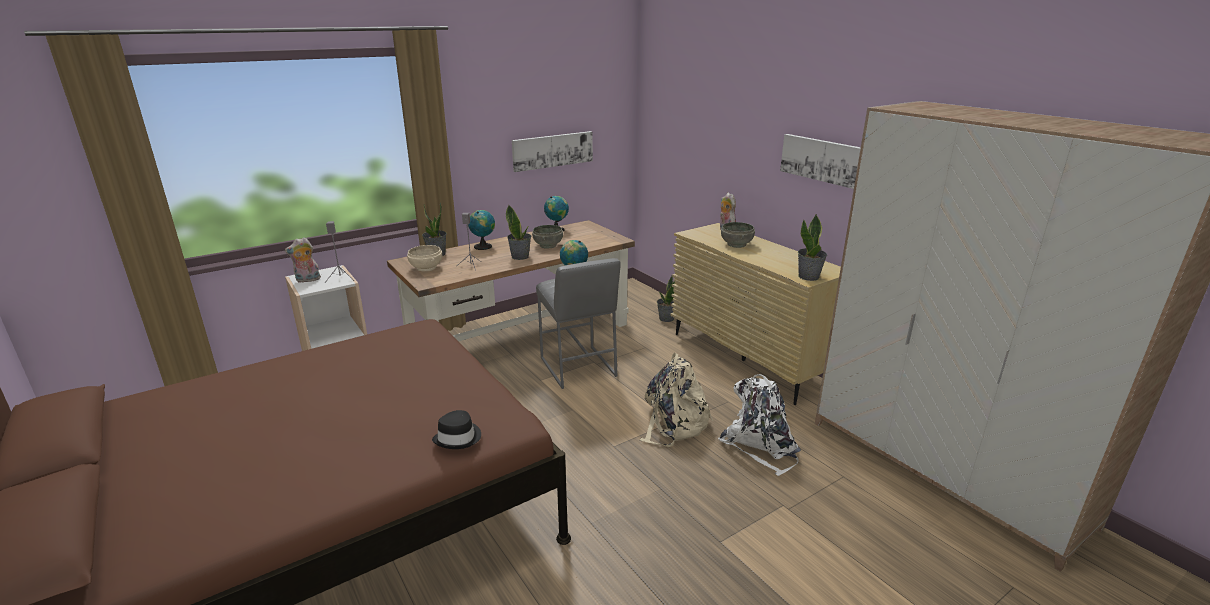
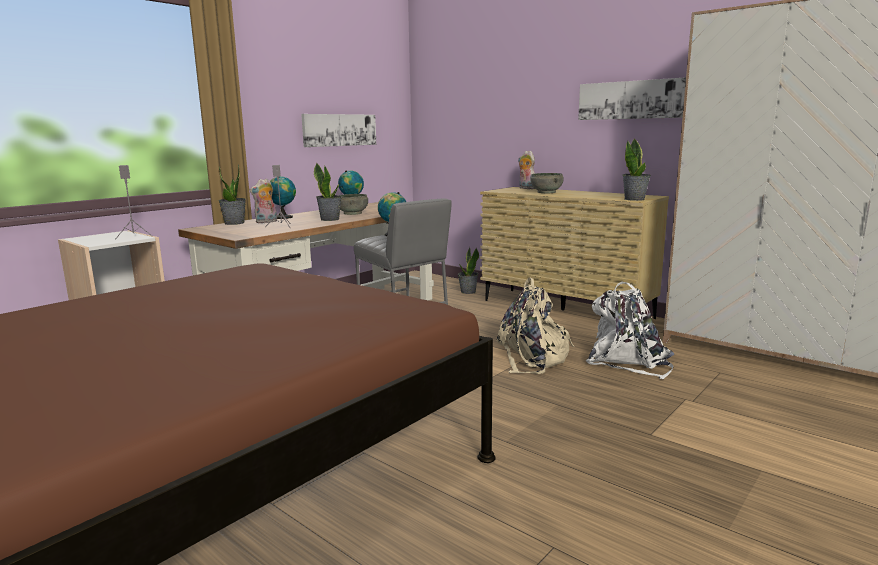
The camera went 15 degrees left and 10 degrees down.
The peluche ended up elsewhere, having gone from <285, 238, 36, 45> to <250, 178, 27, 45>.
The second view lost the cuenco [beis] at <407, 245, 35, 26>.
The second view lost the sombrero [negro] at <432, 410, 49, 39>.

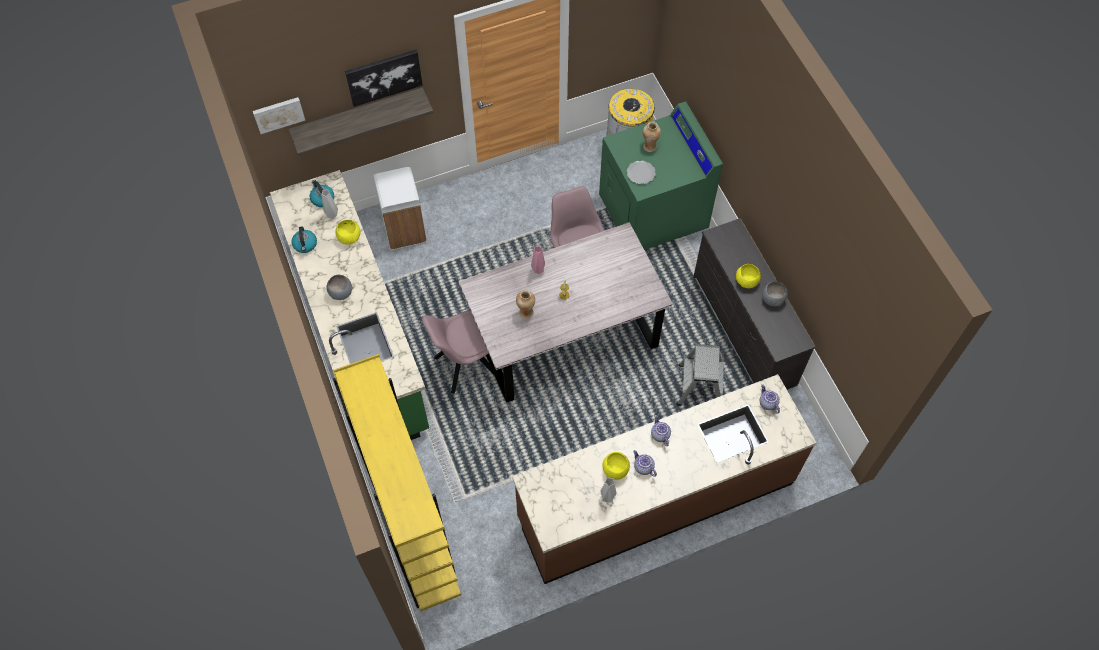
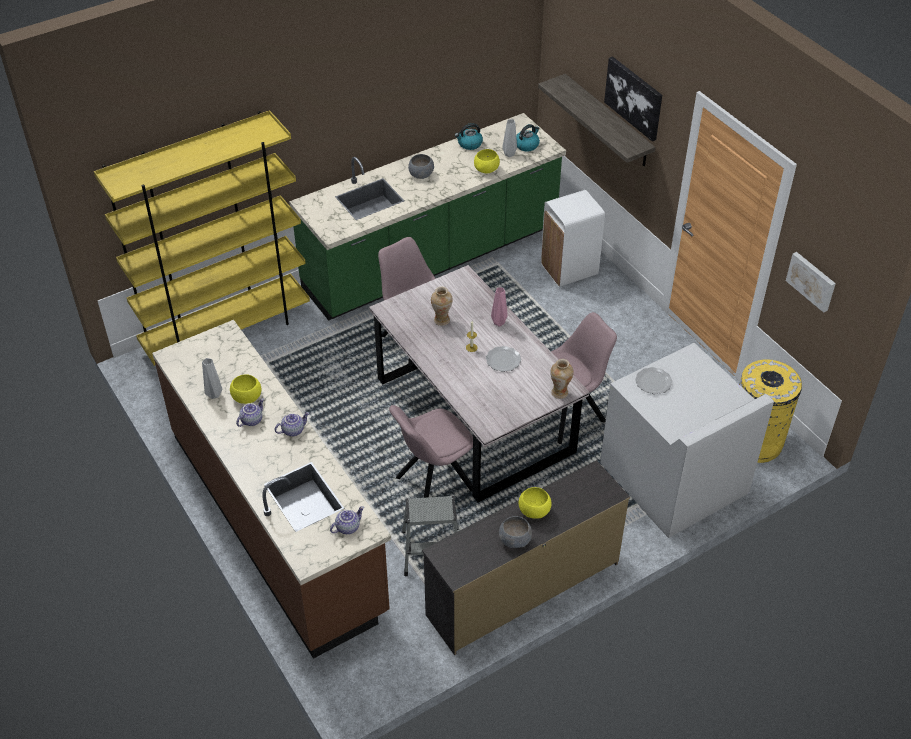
The camera went 80 degrees right and 15 degrees down.
The cuadro ended up elsewhere, having gone from <253, 97, 52, 37> to <786, 252, 50, 61>.
What was the lavadora [verde] at <599, 101, 124, 149> turned into the lavadora [blanco] at <600, 343, 174, 195>.
The florero ended up elsewhere, having gone from <643, 121, 18, 31> to <550, 359, 24, 40>.
The second view gained the plato at <486, 346, 35, 26>.
The second view gained the silla [rosa] at <389, 405, 84, 93>.

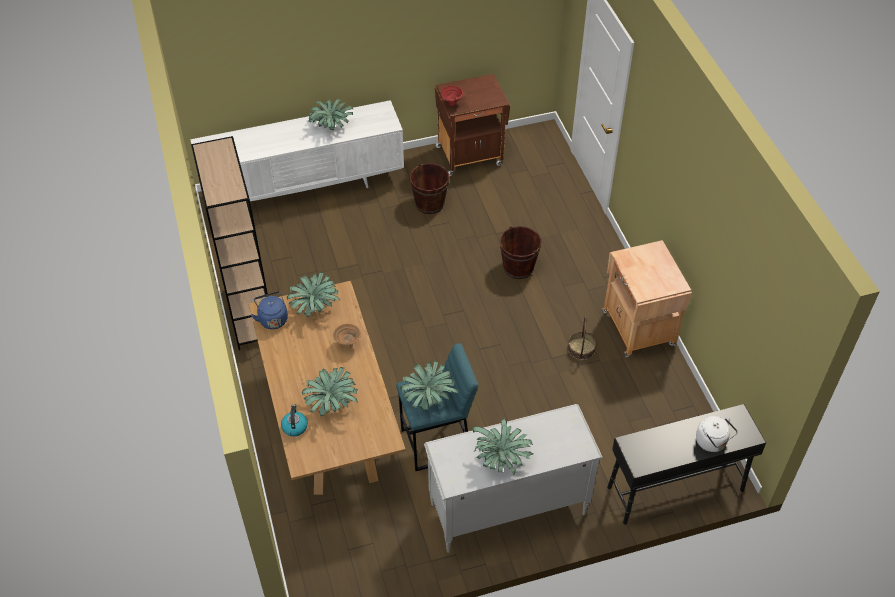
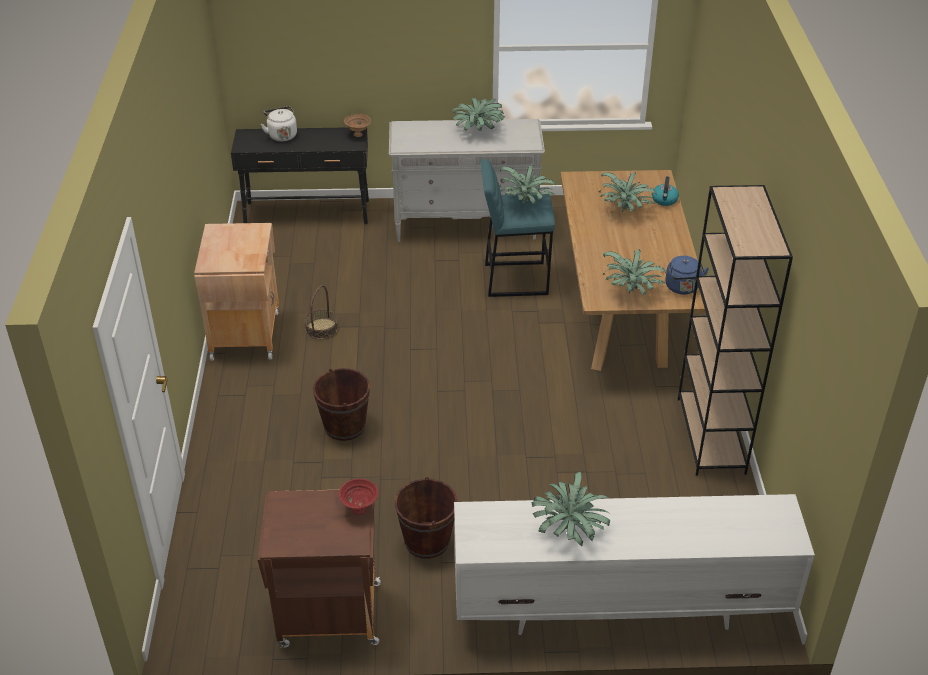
The camera went 165 degrees left and 10 degrees down.
The cuenco [marrón] ended up elsewhere, having gone from <333, 324, 28, 24> to <344, 114, 27, 23>.

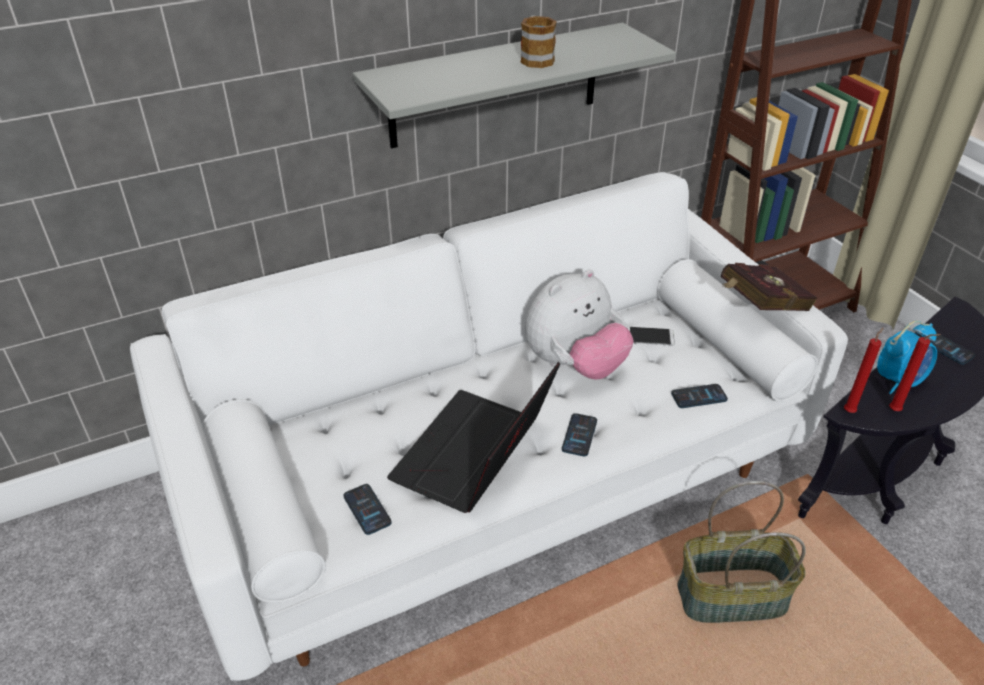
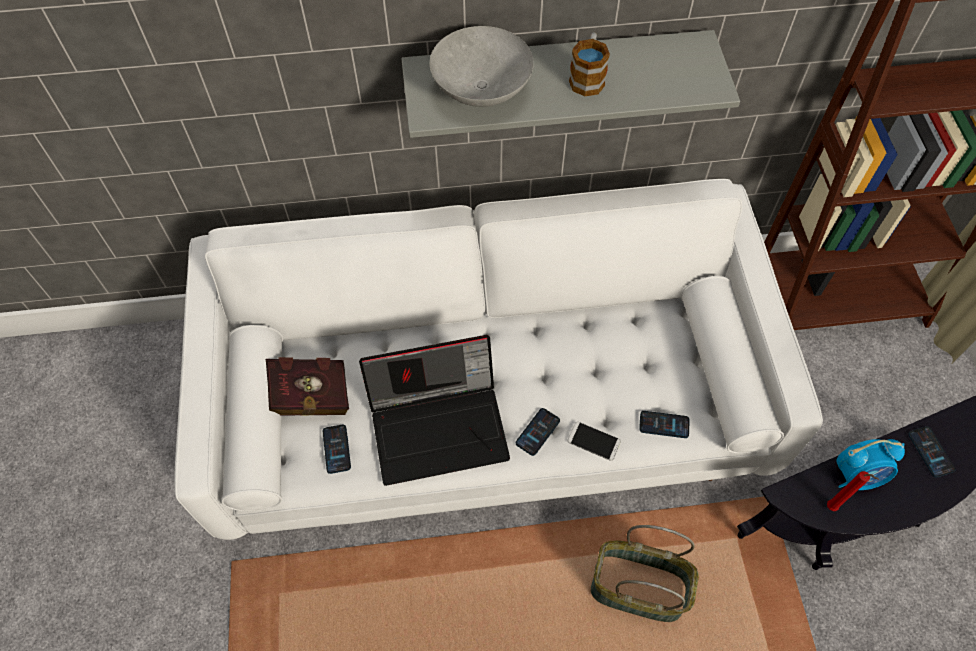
The camera went 20 degrees right and 20 degrees up.
The libro [rojo] ended up elsewhere, having gone from <720, 263, 98, 48> to <266, 357, 83, 59>.
The second view lost the peluche at <525, 269, 109, 111>.
The móvil ended up elsewhere, having gone from <628, 327, 47, 19> to <568, 422, 53, 39>.
The second view lost the vela [rojo] at <844, 328, 39, 85>.
The portátil at <387, 362, 173, 151> ended up facing another way, 150 degrees counterclockwise from before.
The second view gained the cuenco [gris] at <429, 26, 105, 81>.

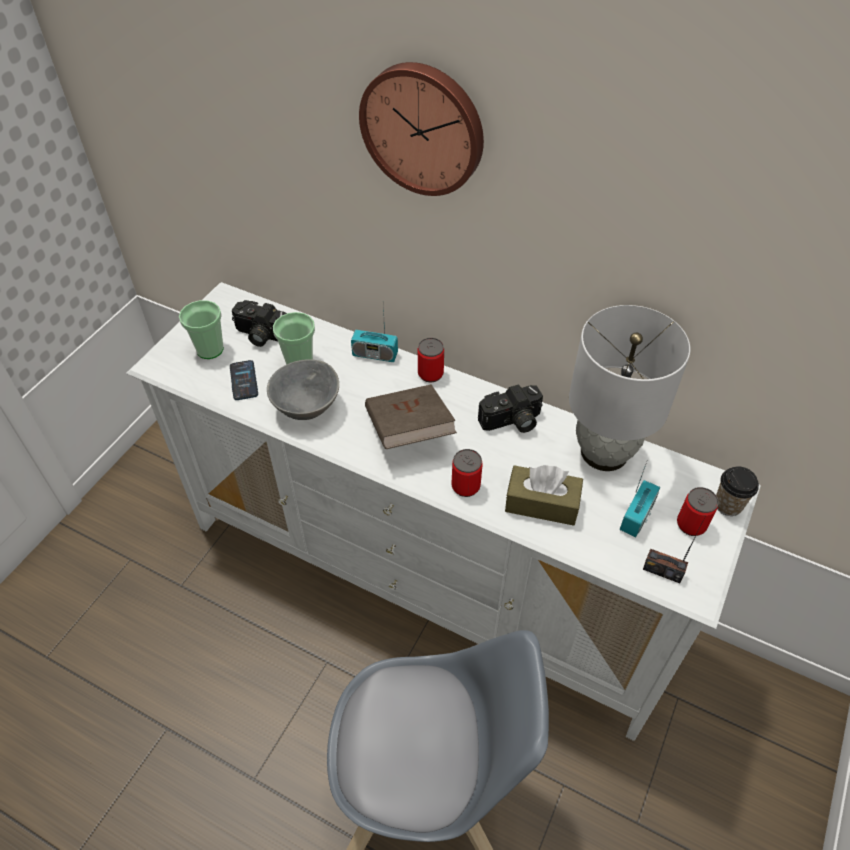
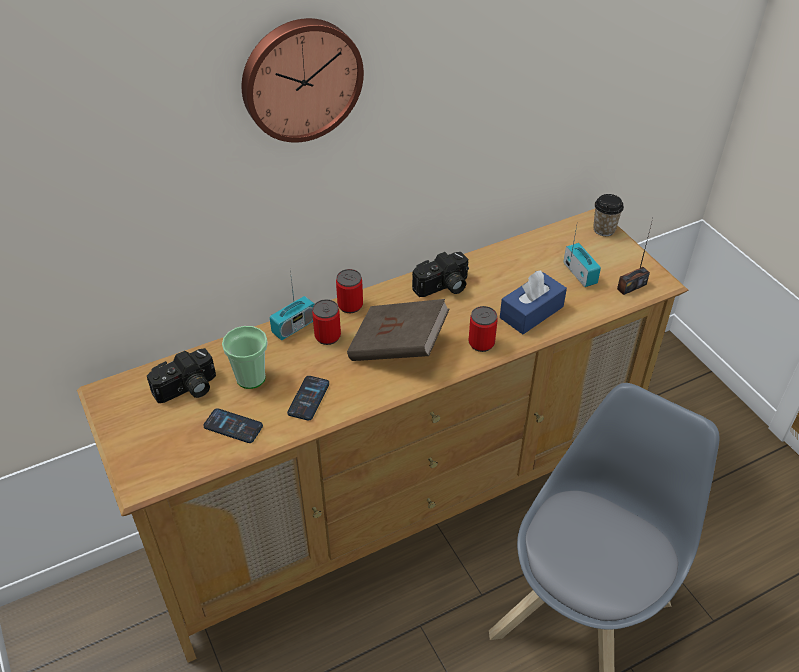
The camera went 55 degrees left and 5 degrees down.
What was the cómoda [blanco] at <126, 282, 635, 459> turned into the cómoda [marrón] at <77, 209, 611, 453>.
The second view lost the taza at <179, 300, 45, 59>.
The second view lost the lámpara de mesa [blanco] at <569, 305, 121, 166>.
Where the cuenco [gris] stood at <267, 359, 72, 61>, the móvil came to stand at <287, 376, 42, 44>.
The cámara at <478, 385, 65, 48> ended up facing another way, 45 degrees clockwise from before.
What was the caja de pañuelos [marrón] at <505, 465, 78, 61> turned into the caja de pañuelos [azul] at <500, 270, 67, 64>.
The lata ended up elsewhere, having gone from <677, 487, 42, 49> to <312, 299, 29, 46>.

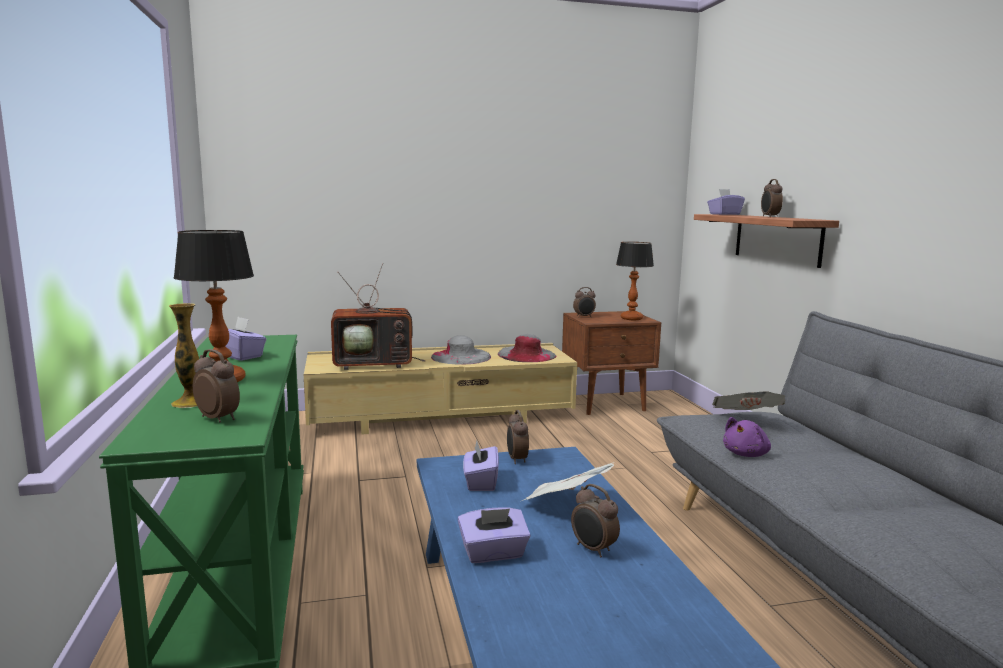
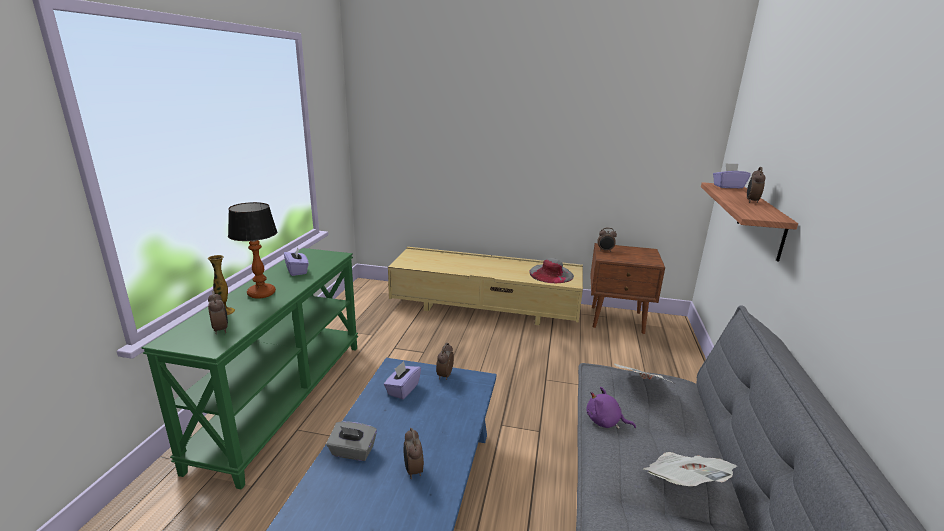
The camera went 25 degrees right and 10 degrees up.
The second view lost the lámpara de mesa at <616, 242, 38, 78>.
The second view lost the televisor at <331, 263, 94, 107>.
The second view lost the sombrero [gris] at <431, 335, 60, 29>.
The peluche [morado] at <723, 417, 48, 40> ended up facing another way, 45 degrees clockwise from before.
The periódico ended up elsewhere, having gone from <522, 462, 92, 39> to <644, 452, 93, 34>.
What was the caja de pañuelos [morado] at <458, 507, 72, 56> turned into the caja de pañuelos [gris] at <326, 421, 51, 40>.

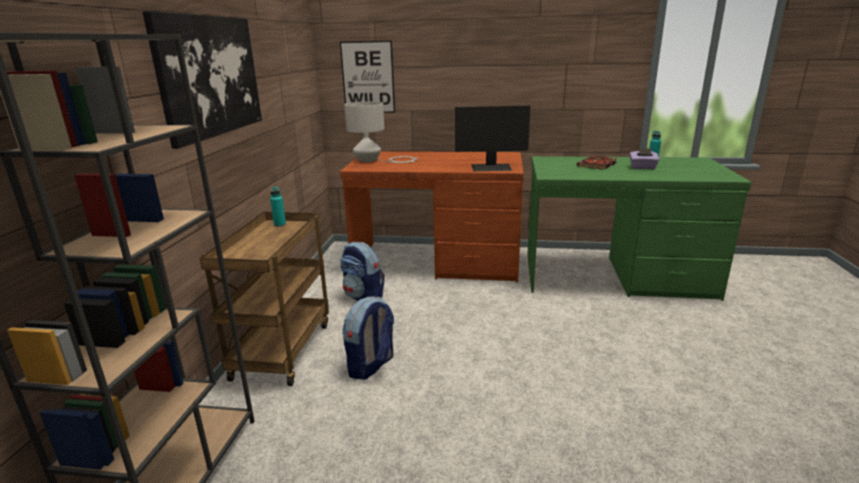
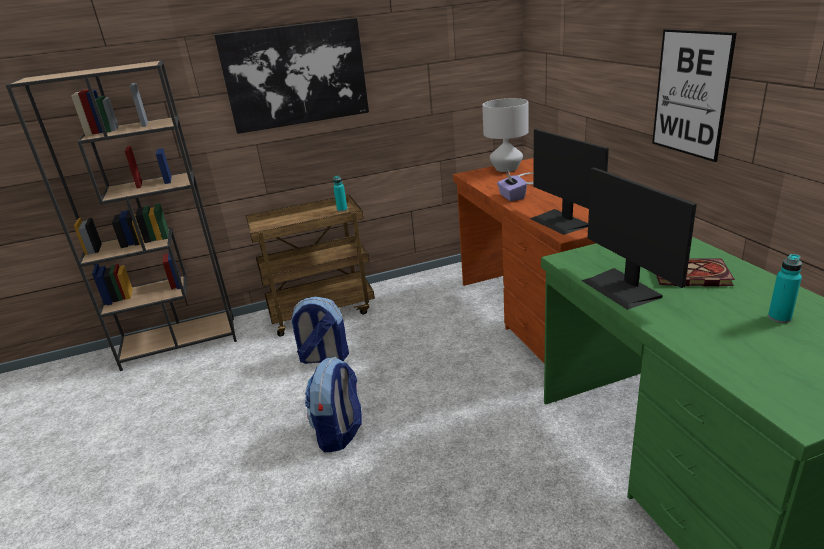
The camera went 65 degrees right and 5 degrees up.
The cuadro ended up elsewhere, having gone from <340, 41, 55, 72> to <652, 29, 85, 133>.
The caja de pañuelos [morado] ended up elsewhere, having gone from <630, 148, 29, 21> to <497, 173, 30, 28>.
The mochila ended up elsewhere, having gone from <340, 242, 44, 59> to <305, 357, 57, 95>.
The second view gained the monitor at <581, 167, 116, 143>.

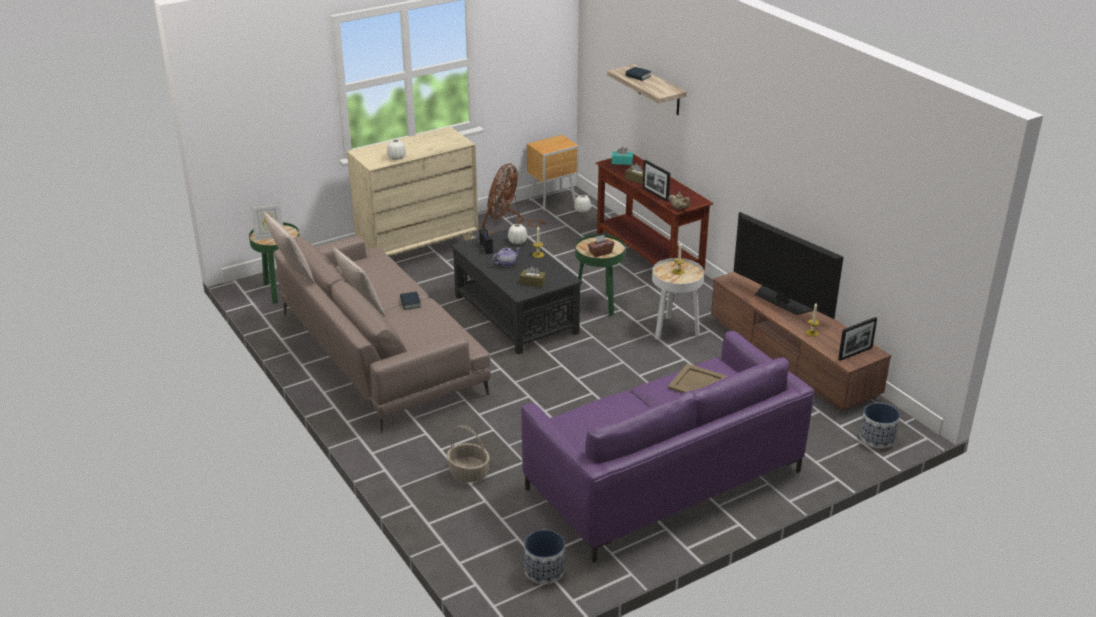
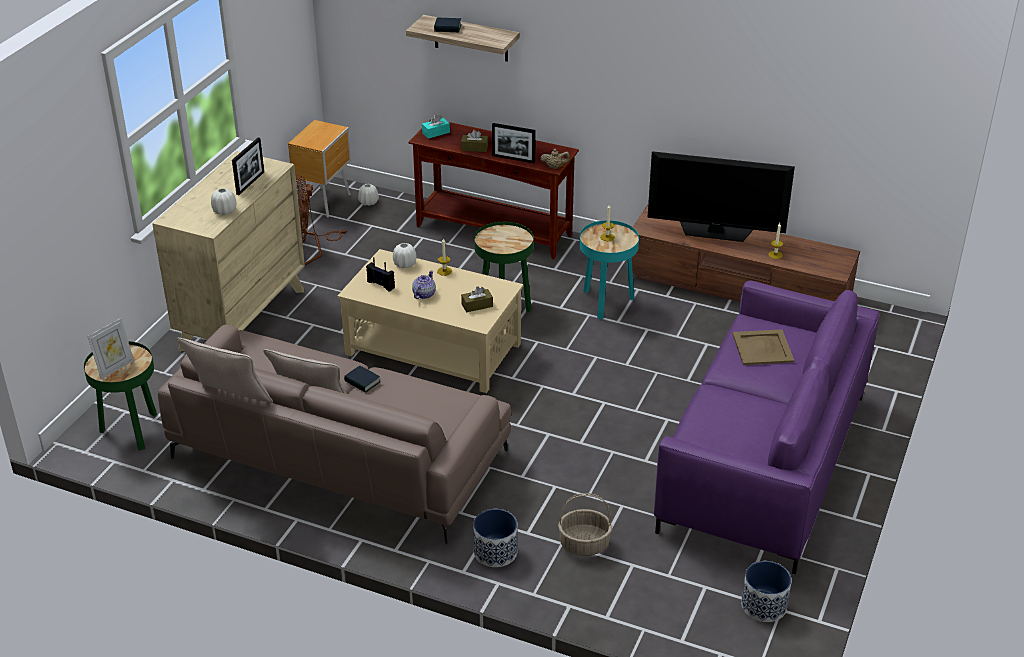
The camera went 35 degrees left and 5 degrees up.
What was the mesa de centro [negro] at <451, 228, 131, 126> turned into the mesa de centro [beis] at <337, 249, 186, 144>.
The second view lost the caja de pañuelos [marrón] at <588, 235, 26, 22>.
What was the mesa auxiliar [blanco] at <652, 258, 52, 82> turned into the mesa auxiliar [turquesa] at <579, 220, 60, 99>.
The portarretratos ended up elsewhere, having gone from <838, 317, 39, 44> to <232, 138, 32, 57>.
The maceta ended up elsewhere, having gone from <860, 403, 40, 45> to <473, 509, 45, 58>.

